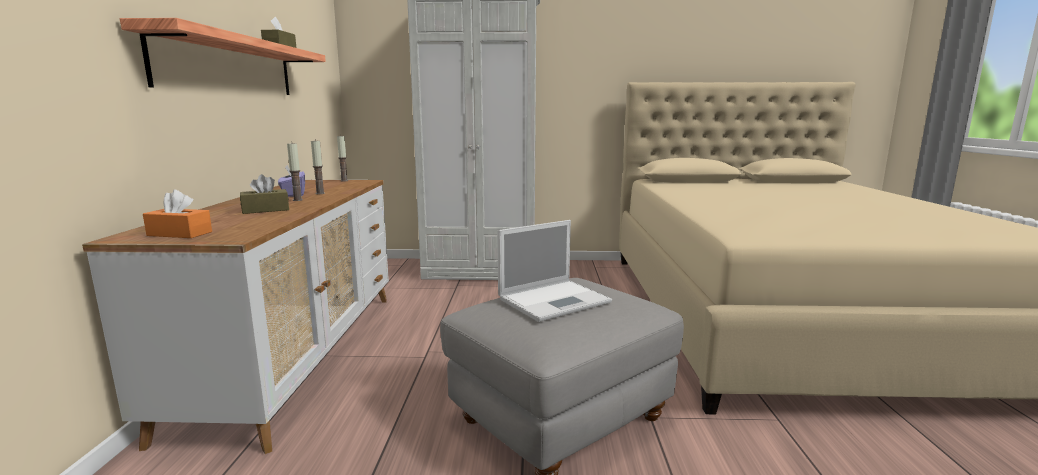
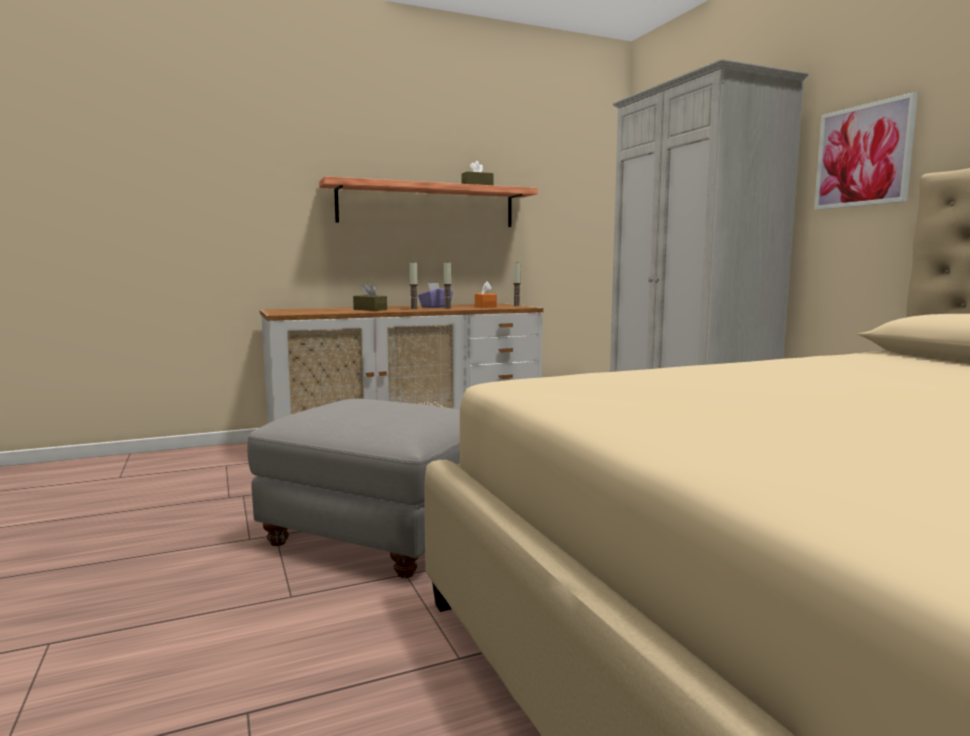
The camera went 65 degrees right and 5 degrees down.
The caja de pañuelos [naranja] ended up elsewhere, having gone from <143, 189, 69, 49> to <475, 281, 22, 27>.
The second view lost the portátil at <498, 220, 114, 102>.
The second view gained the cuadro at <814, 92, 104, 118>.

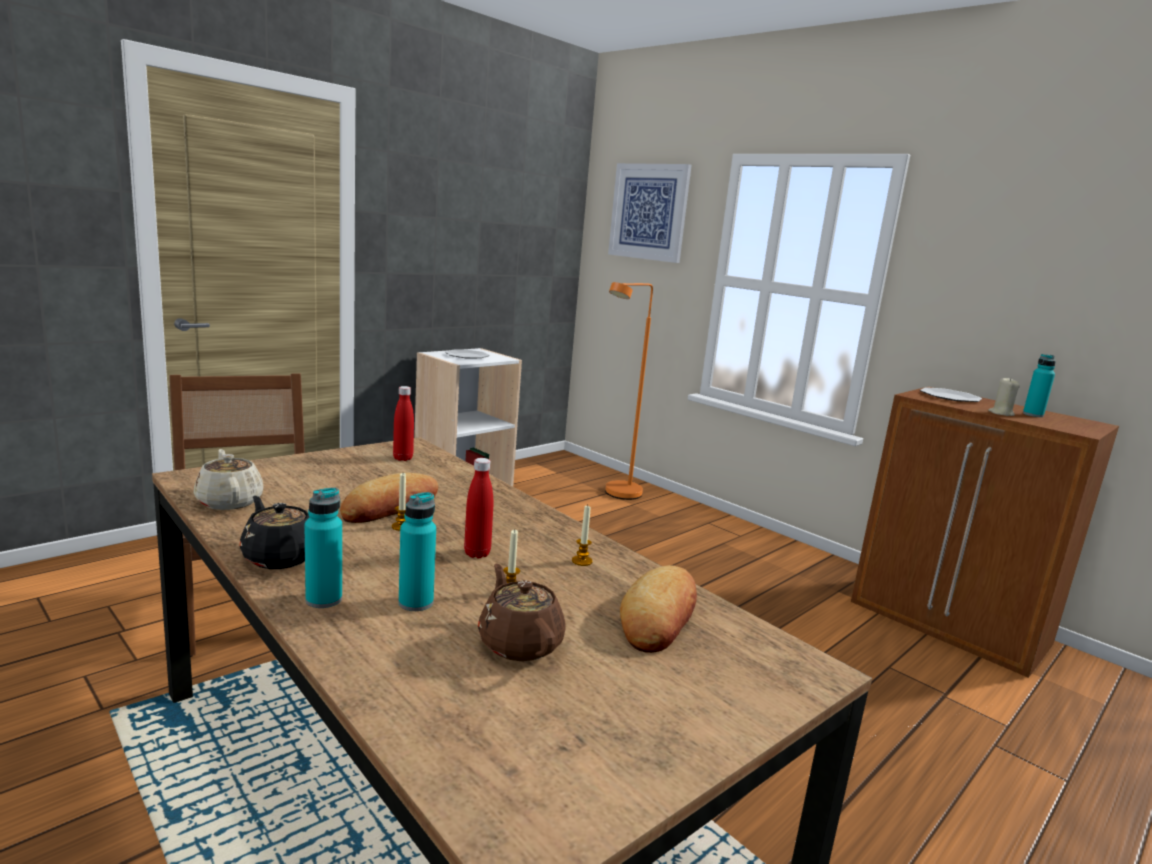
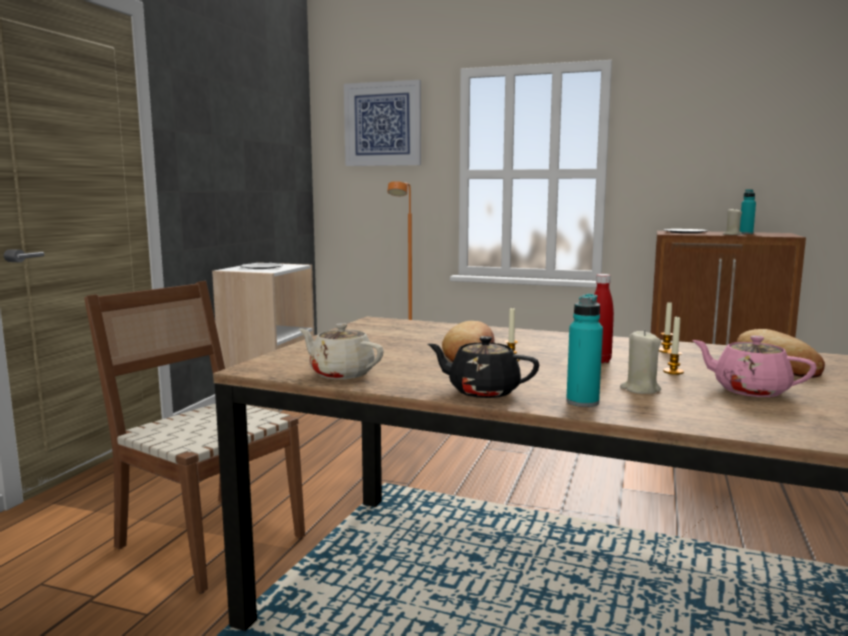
The camera went 25 degrees left and 5 degrees down.
The second view lost the botella [rojo] at <393, 386, 21, 75>.
Where the botella [turquesa] stood at <399, 492, 37, 119>, the vela [beis] came to stand at <620, 330, 41, 64>.
What was the tetera [marrón] at <478, 564, 88, 97> turned into the tetera [rosa] at <692, 336, 125, 61>.

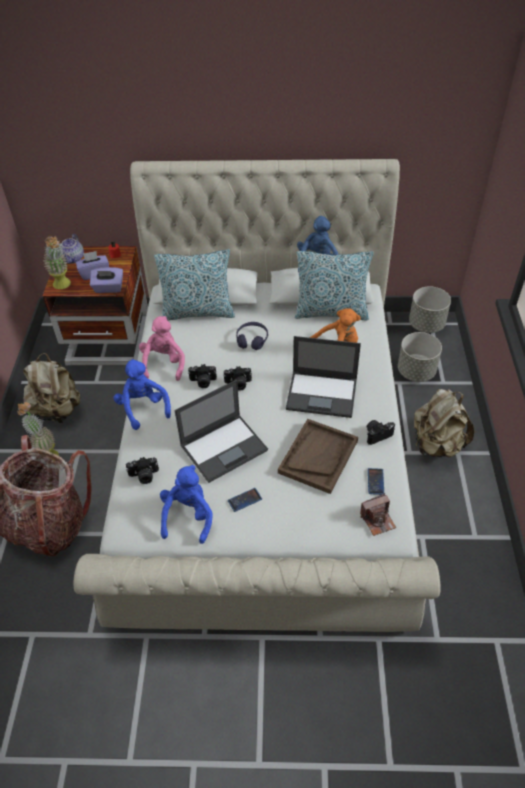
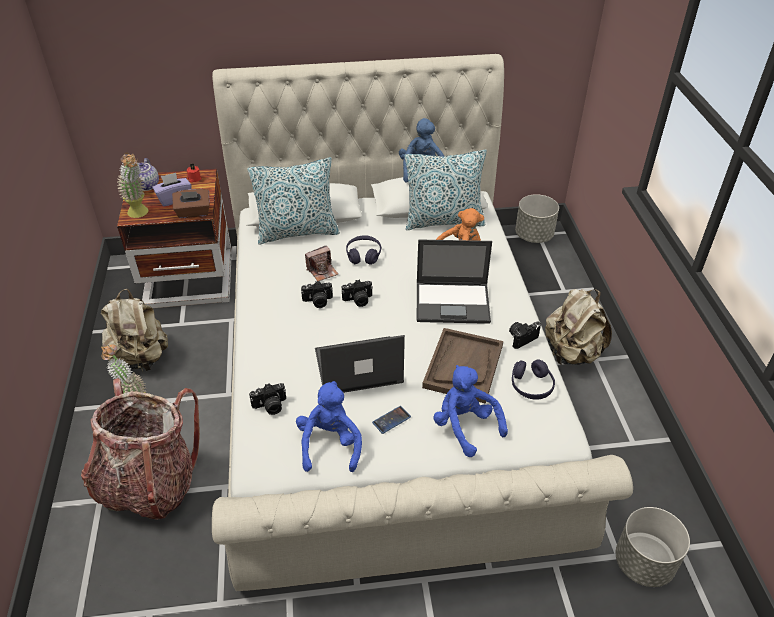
The camera went 10 degrees left and 5 degrees down.
What was the caja de pañuelos [morado] at <90, 267, 33, 26> turned into the caja de pañuelos [marrón] at <172, 189, 38, 29>.
The second view lost the peluche [rosa] at <139, 316, 46, 65>.
The maceta [gris] ended up elsewhere, having gone from <398, 332, 44, 50> to <616, 507, 74, 80>.
The peluche [azul] ended up elsewhere, having gone from <113, 359, 58, 71> to <433, 365, 75, 92>.
The portátil at <175, 380, 93, 103> ended up facing another way, 150 degrees counterclockwise from before.
Where the móvil stood at <368, 468, 16, 27>, the auriculares [morado] came to stand at <512, 359, 43, 41>.
The cámara ended up elsewhere, having gone from <360, 493, 36, 43> to <305, 246, 33, 35>.

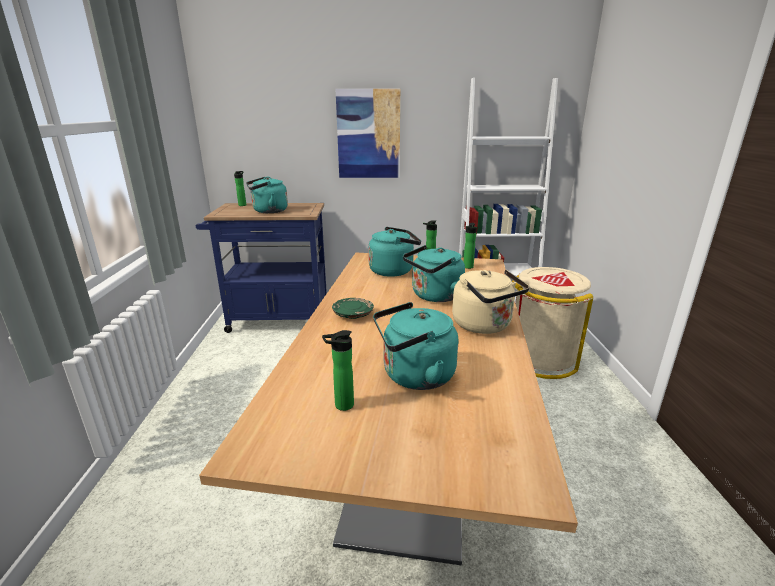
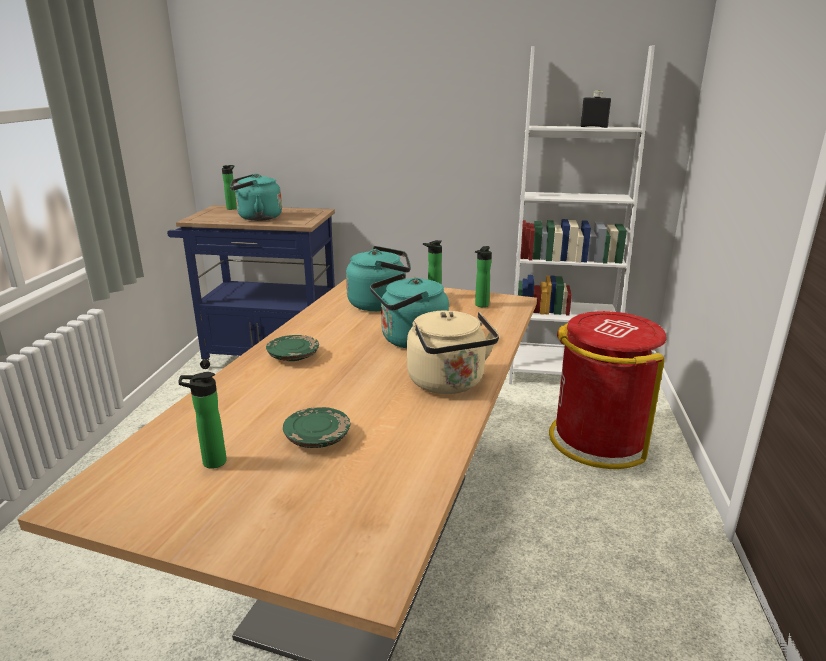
The camera went 10 degrees right and 0 degrees up.
The second view lost the cuadro at <335, 89, 65, 89>.
What was the papelera [beis] at <512, 267, 81, 112> turned into the papelera [rojo] at <549, 311, 118, 158>.
Where the hervidor [turquesa] stood at <373, 302, 85, 88>, the plato [verde] came to stand at <283, 407, 68, 41>.
The second view gained the botella [negro] at <581, 90, 30, 38>.

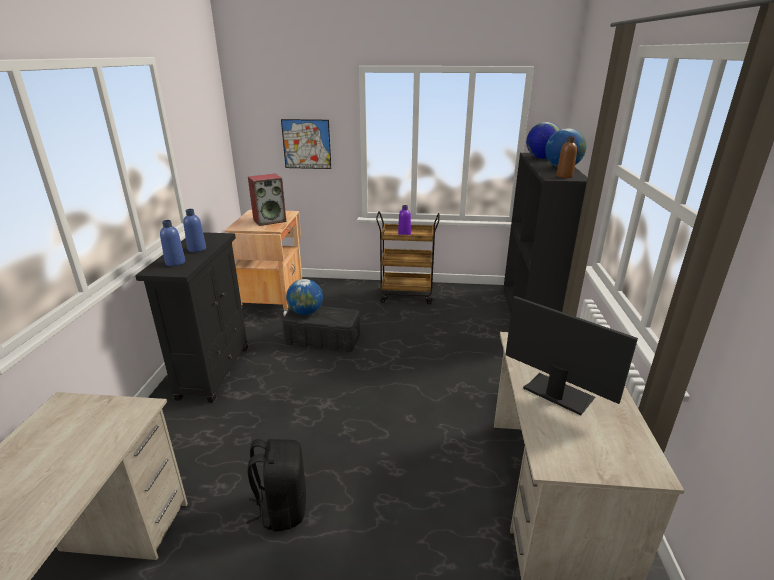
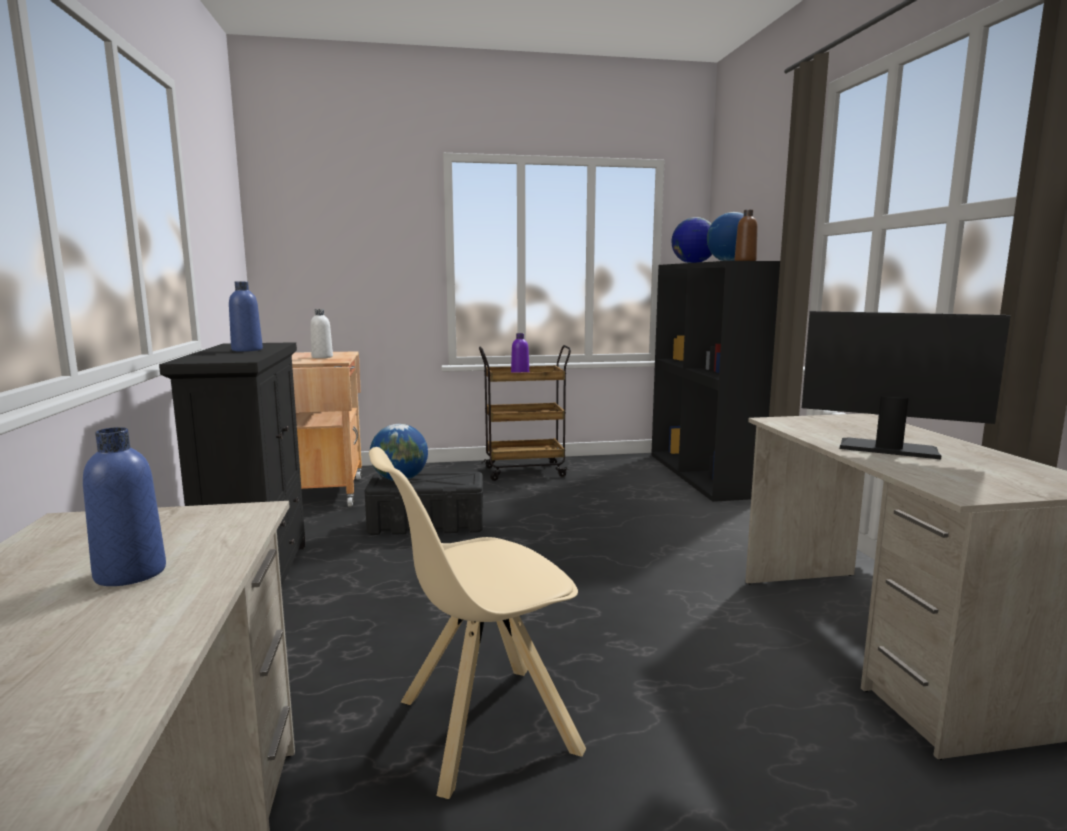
The camera went 15 degrees left and 15 degrees down.
The second view lost the cuadro at <281, 119, 50, 50>.
Where the altavoz stood at <248, 173, 38, 53>, the botella [blanco] came to stand at <310, 309, 23, 49>.
The botella [azul] ended up elsewhere, having gone from <160, 220, 25, 46> to <83, 427, 83, 159>.
Where the mochila [negro] stood at <246, 439, 60, 92>, the silla [beis] came to stand at <369, 447, 217, 352>.

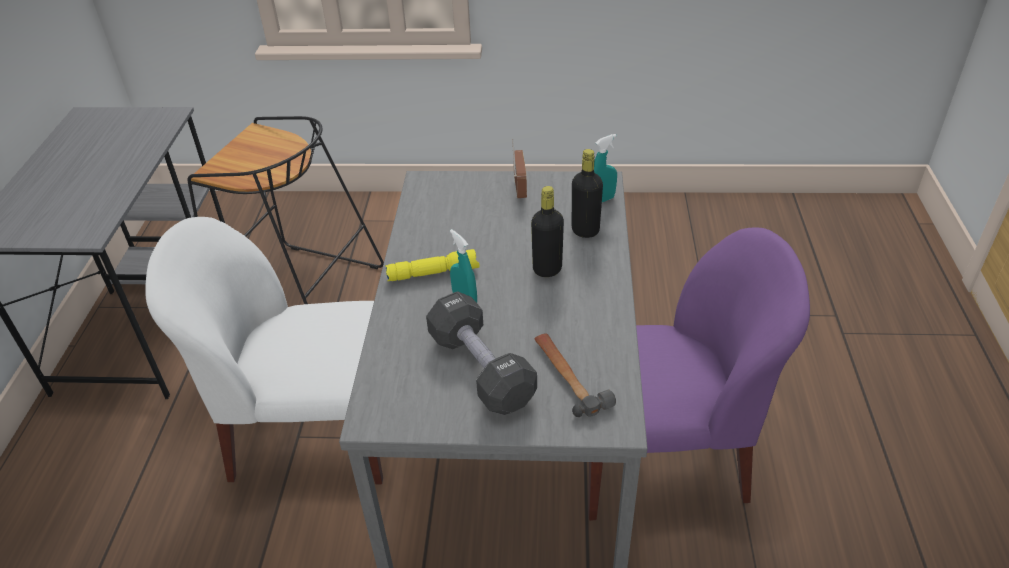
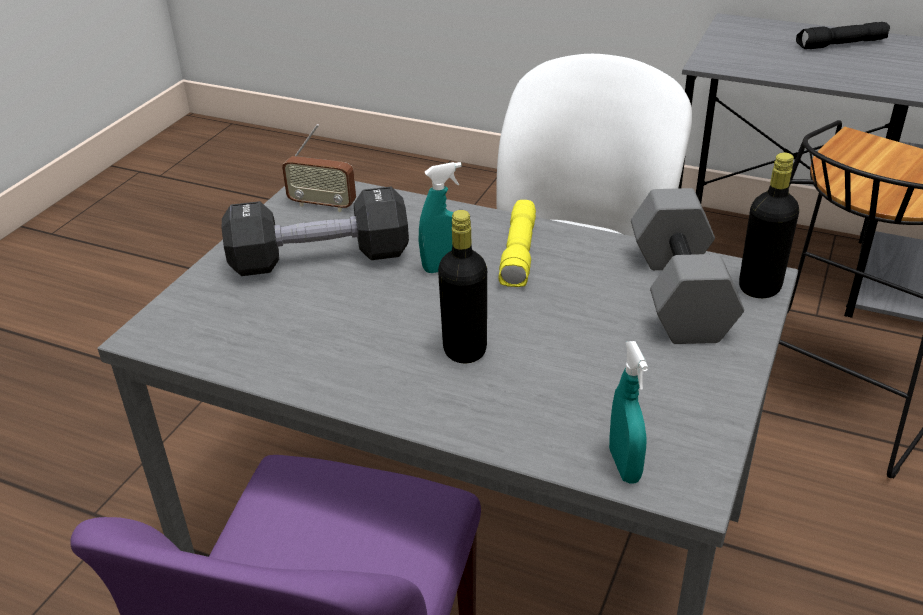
The camera went 110 degrees right and 5 degrees down.
The radio ended up elsewhere, having gone from <512, 139, 15, 59> to <282, 124, 74, 88>.
The botella [negro] ended up elsewhere, having gone from <572, 149, 31, 89> to <739, 152, 60, 146>.
The second view lost the martillo at <534, 333, 82, 84>.
The second view gained the linterna [negro] at <796, 22, 94, 27>.
The second view gained the mancuerna [gris] at <631, 188, 113, 156>.

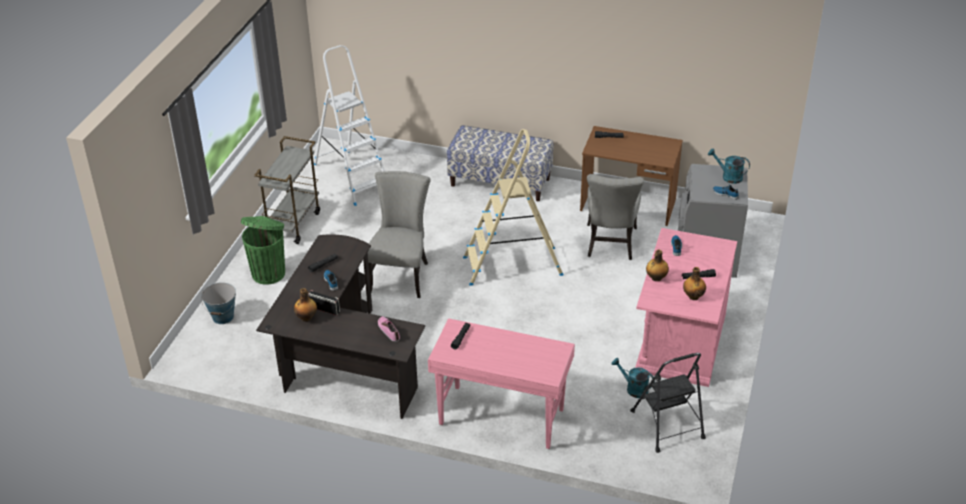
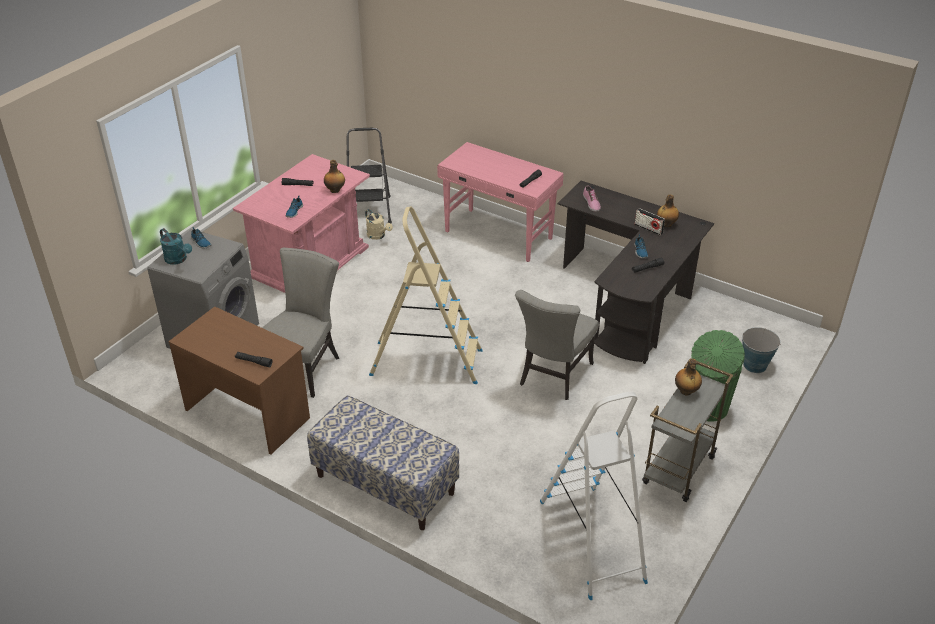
The camera went 165 degrees left and 0 degrees up.
The botella ended up elsewhere, having gone from <683, 267, 23, 33> to <675, 358, 27, 38>.
What was the regadera [turquesa] at <612, 358, 43, 40> turned into the regadera [beis] at <365, 209, 28, 31>.

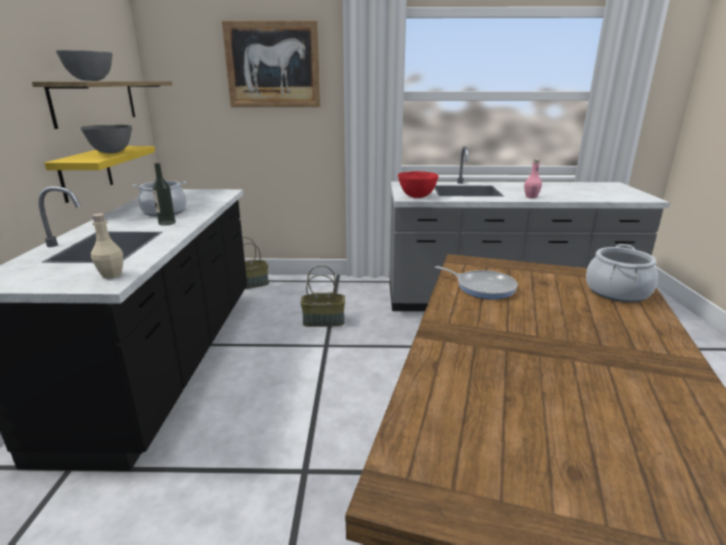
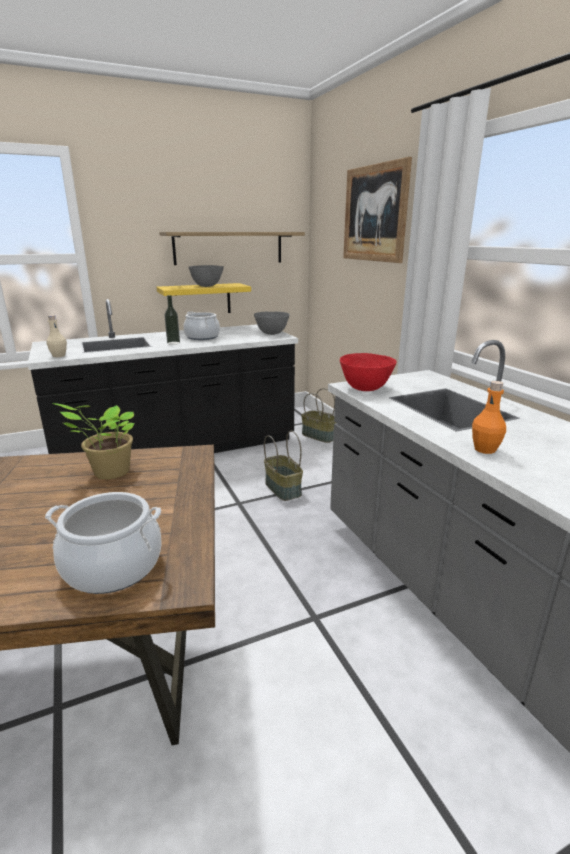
The camera went 65 degrees right and 0 degrees up.
The cuenco [gris] ended up elsewhere, having gone from <56, 50, 56, 31> to <254, 312, 36, 23>.
What was the botella [rosa] at <524, 159, 18, 39> turned into the botella [naranja] at <472, 381, 34, 73>.
Where the sartén stood at <435, 266, 83, 33>, the planta en maceta came to stand at <52, 403, 83, 76>.

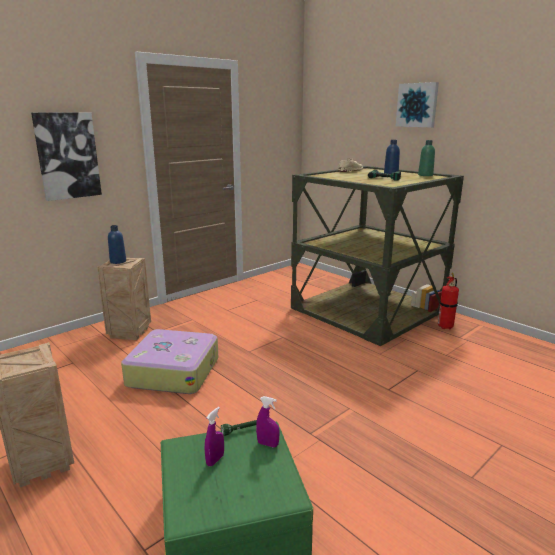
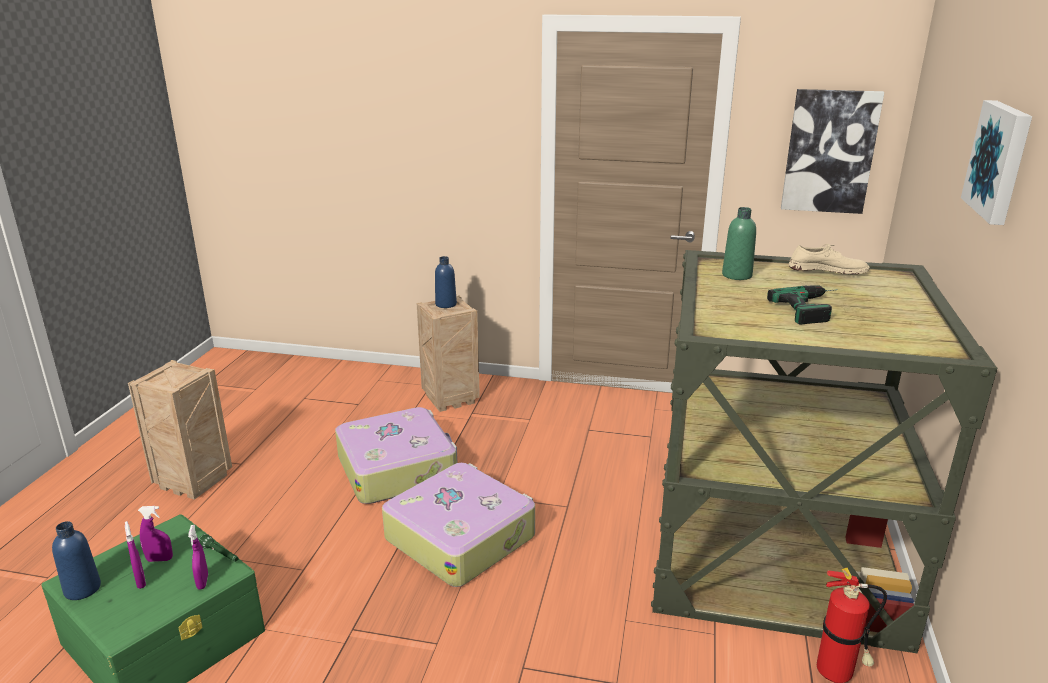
The camera went 55 degrees right and 5 degrees up.
The cuadro ended up elsewhere, having gone from <31, 113, 71, 88> to <781, 89, 103, 125>.
The botella [azul] ended up elsewhere, having gone from <384, 140, 16, 34> to <52, 521, 49, 79>.
The botella [verde] ended up elsewhere, having gone from <418, 140, 17, 36> to <722, 207, 34, 73>.
The second view gained the maleta at <382, 463, 153, 124>.
The second view gained the pulverizador [morado] at <125, 521, 21, 68>.

